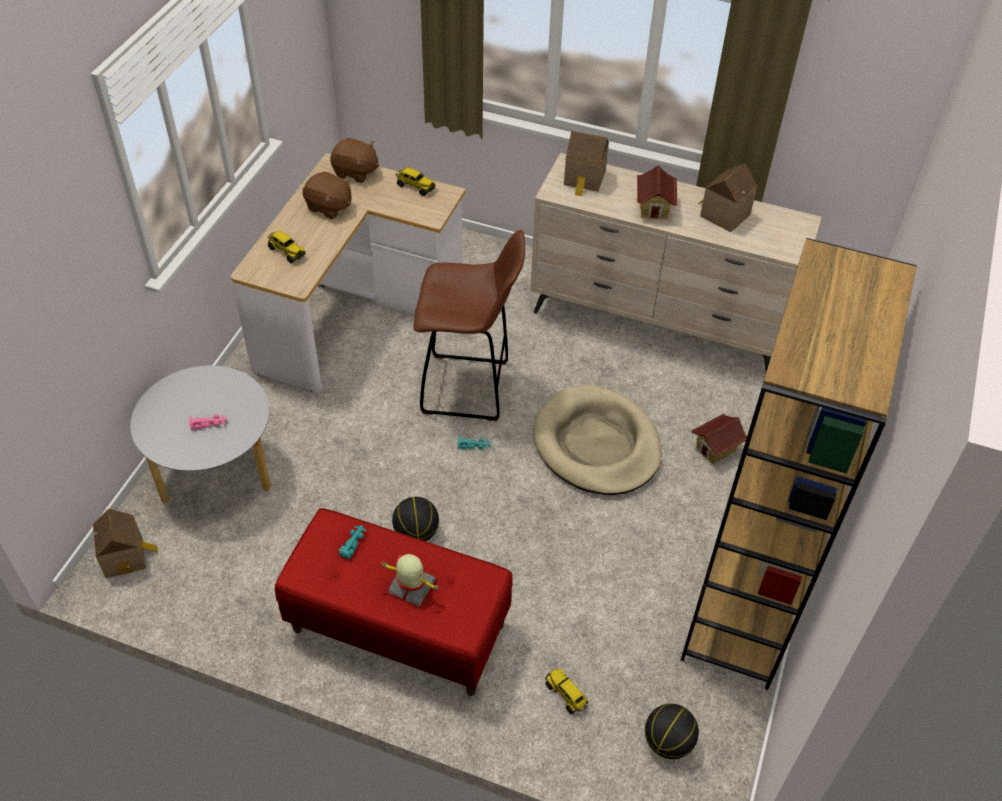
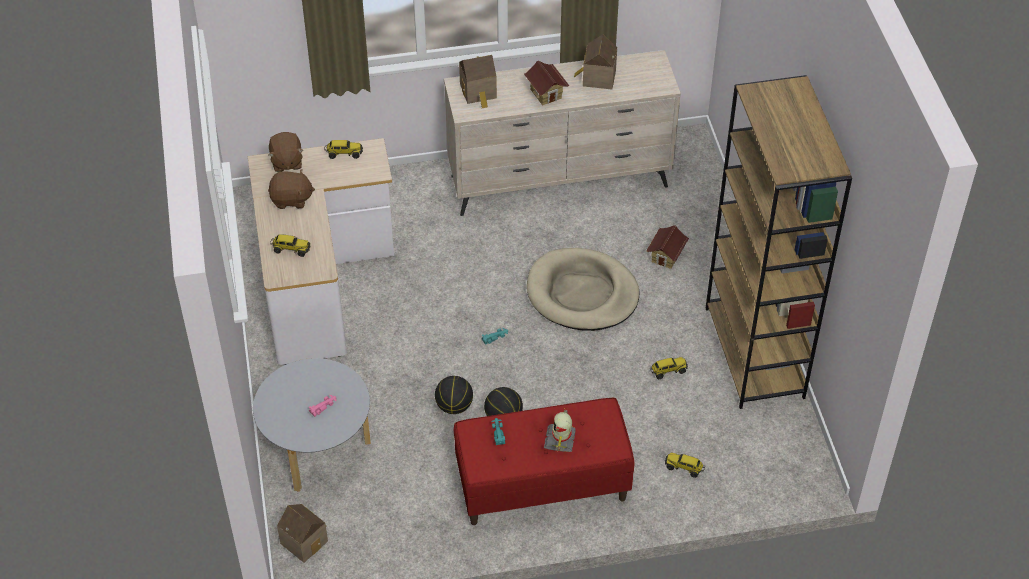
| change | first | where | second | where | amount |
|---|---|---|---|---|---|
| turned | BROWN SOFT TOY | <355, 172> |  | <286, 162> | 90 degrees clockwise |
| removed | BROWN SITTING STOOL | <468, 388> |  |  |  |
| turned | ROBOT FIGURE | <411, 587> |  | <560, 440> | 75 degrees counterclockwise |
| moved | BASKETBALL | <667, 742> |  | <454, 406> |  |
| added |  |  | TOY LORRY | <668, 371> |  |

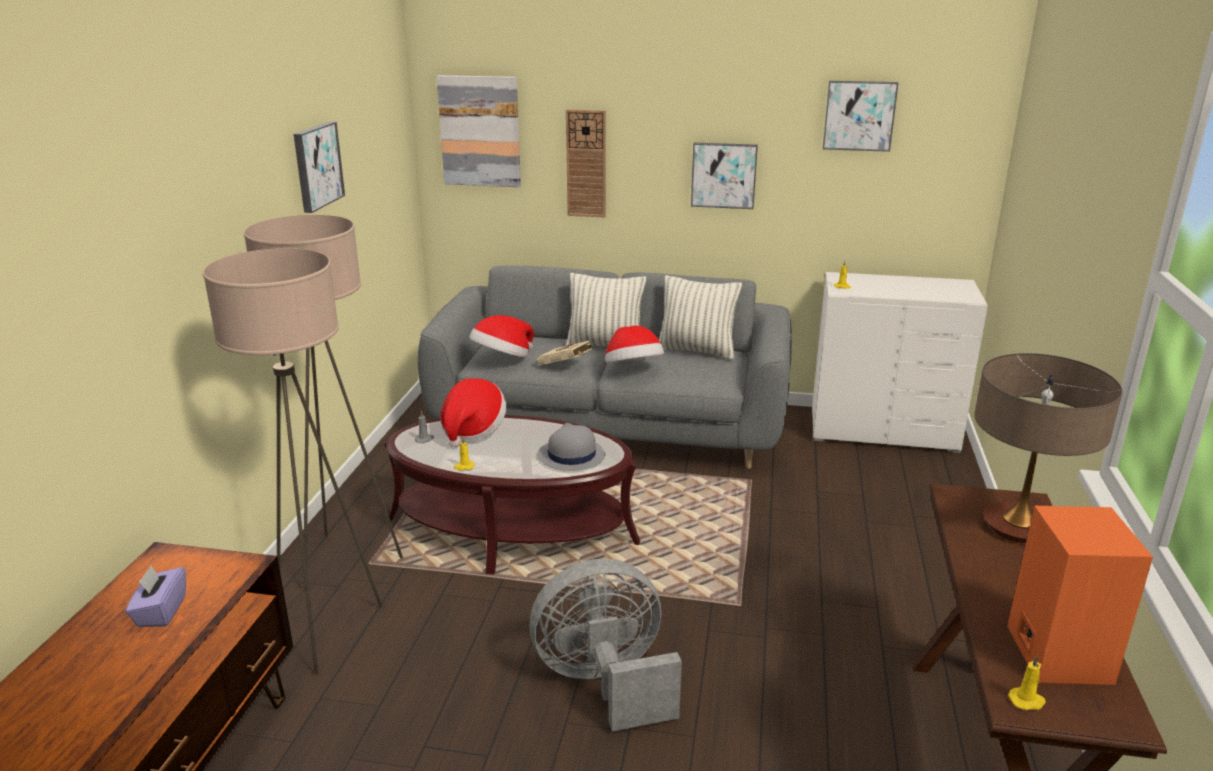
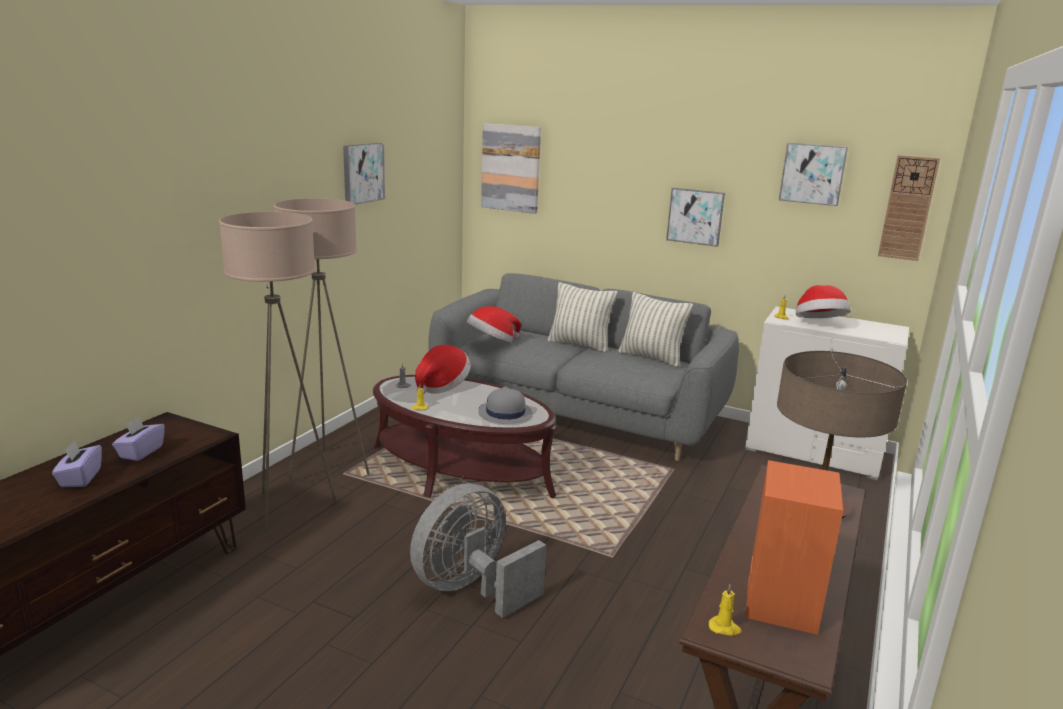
| change | first | where | second | where | amount |
|---|---|---|---|---|---|
| moved | WALL CLOCK | <586, 164> |  | <908, 208> |  |
| moved | WEARABLE HAT | <633, 370> |  | <819, 324> |  |
| removed | BEIGE-COLOURED BOUND BOOK | <566, 366> |  |  |  |
| turned | GREY ELECTRIC FAN | <605, 683> |  | <471, 589> | 45 degrees counterclockwise |
| added |  |  | PURPLISH BOX OF TISSUES | <80, 478> |  |

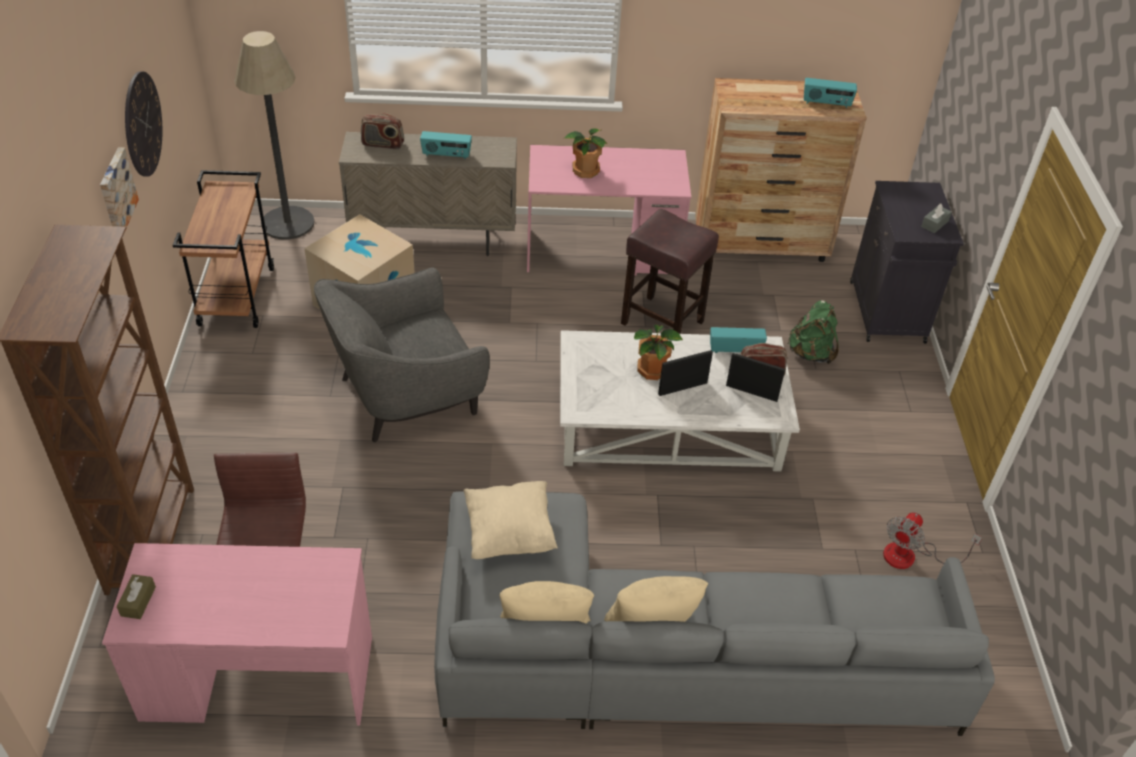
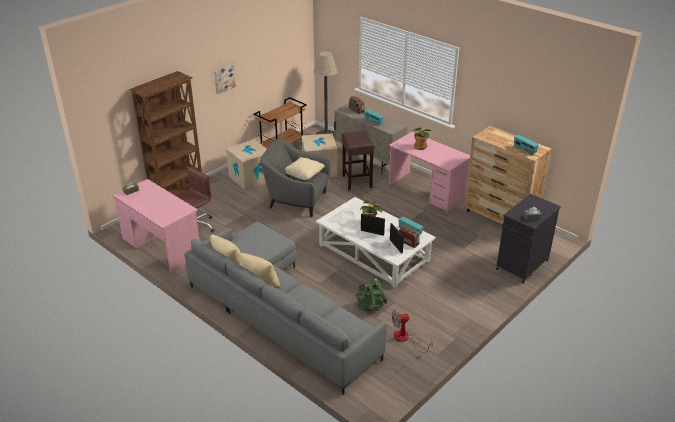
| change | first | where | second | where | amount |
|---|---|---|---|---|---|
| removed | WALL CLOCK | <142, 124> |  |  |  |
| moved | BROWN SITTING STOOL | <661, 322> |  | <356, 181> |  |
| moved | GREEN BACKPACK | <811, 353> |  | <370, 306> |  |
| moved | BEIGE-COLOURED PILLOW | <509, 534> |  | <304, 175> |  |
| added |  |  | CARDBOARD BOX | <250, 178> |  |

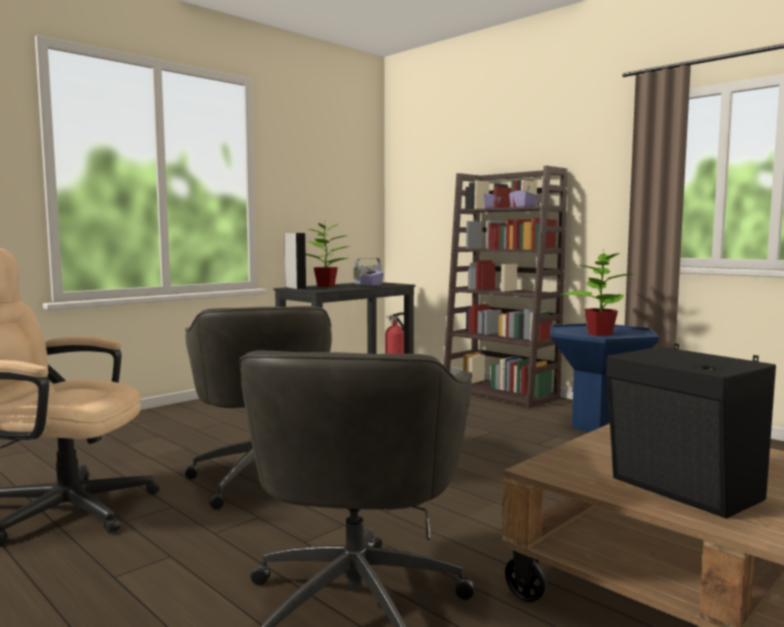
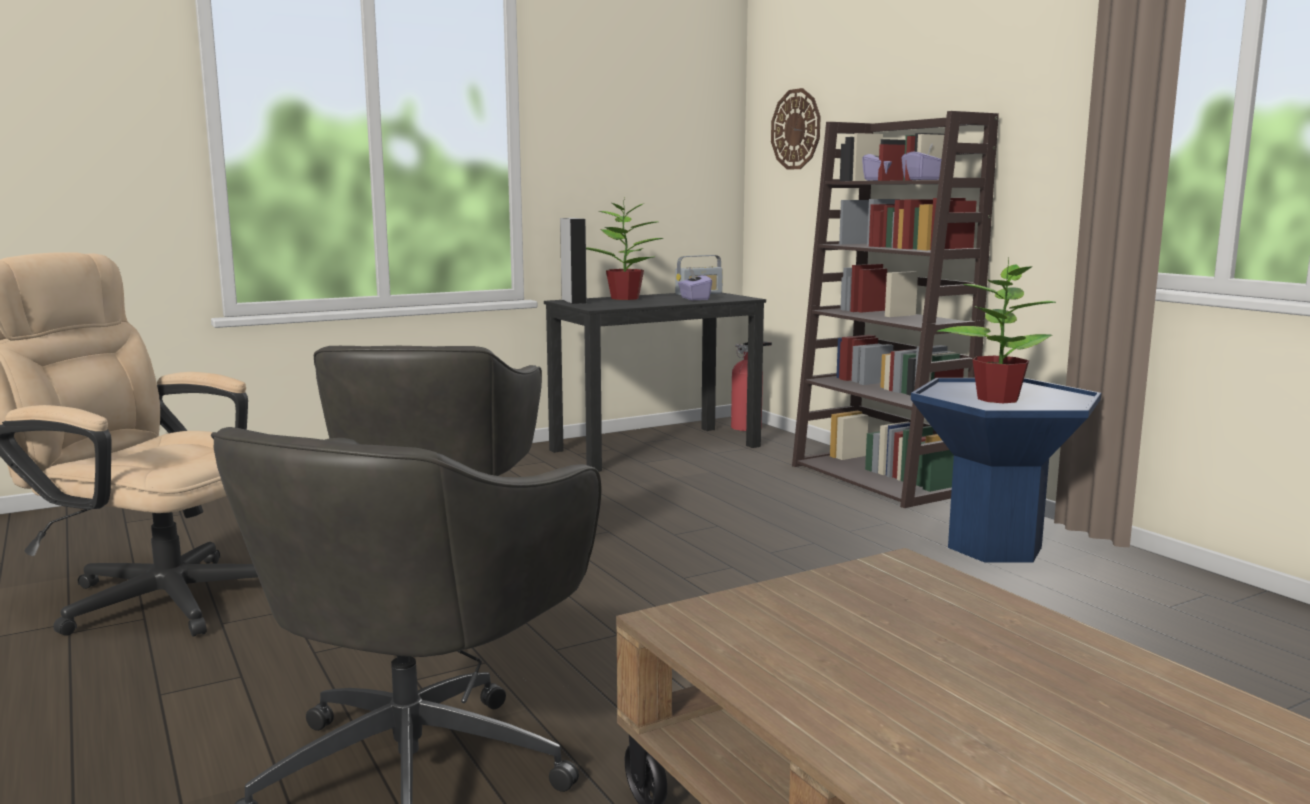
| change | first | where | second | where | amount |
|---|---|---|---|---|---|
| removed | BLACK AUDIO SPEAKER | <684, 491> |  |  |  |
| added |  |  | WALL CLOCK | <796, 129> |  |

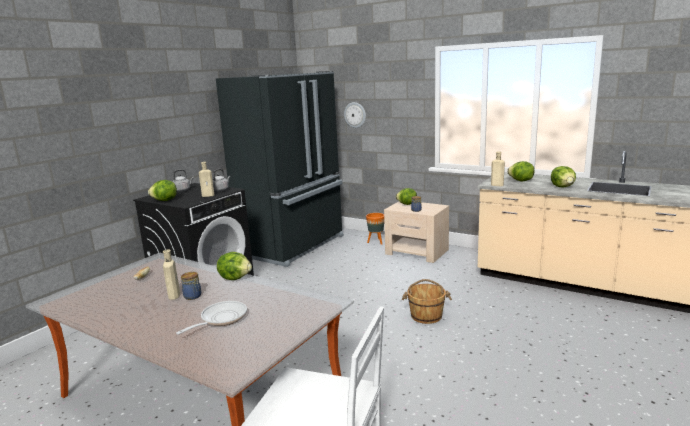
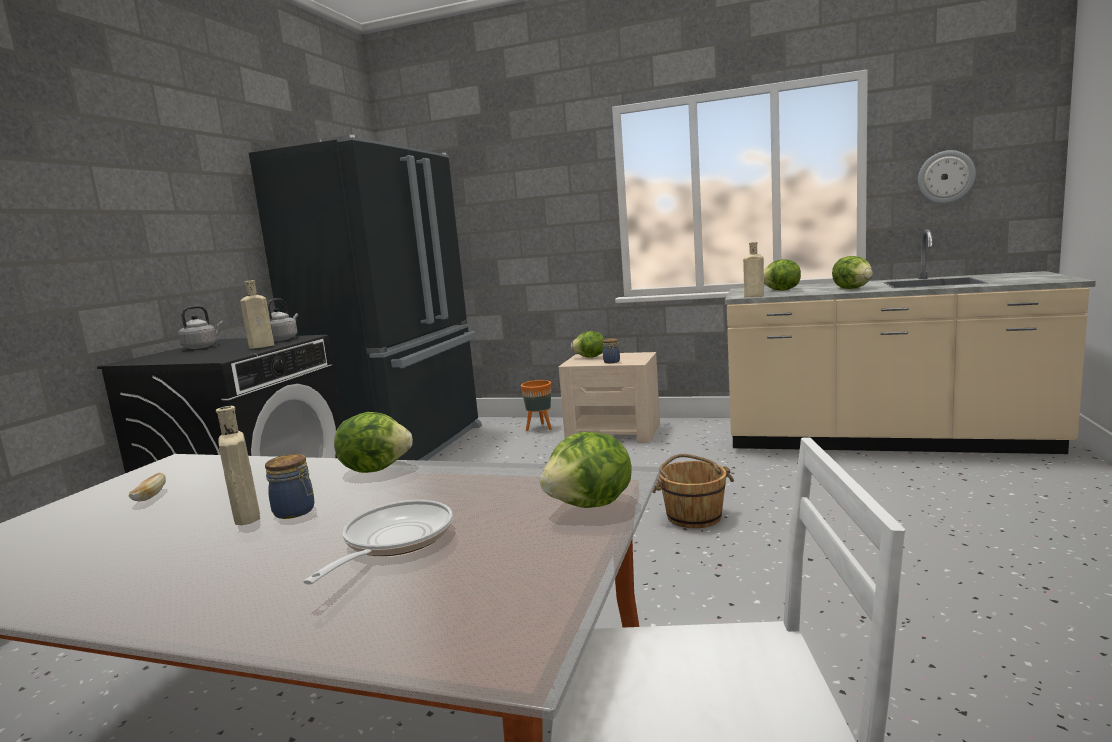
| change | first | where | second | where | amount |
|---|---|---|---|---|---|
| moved | WALL CLOCK | <355, 115> |  | <945, 177> |  |
| moved | HEAD OF LETTUCE | <165, 201> |  | <591, 505> |  |

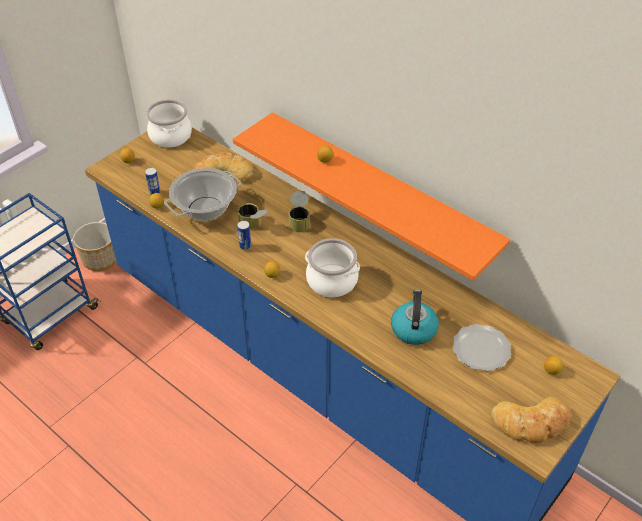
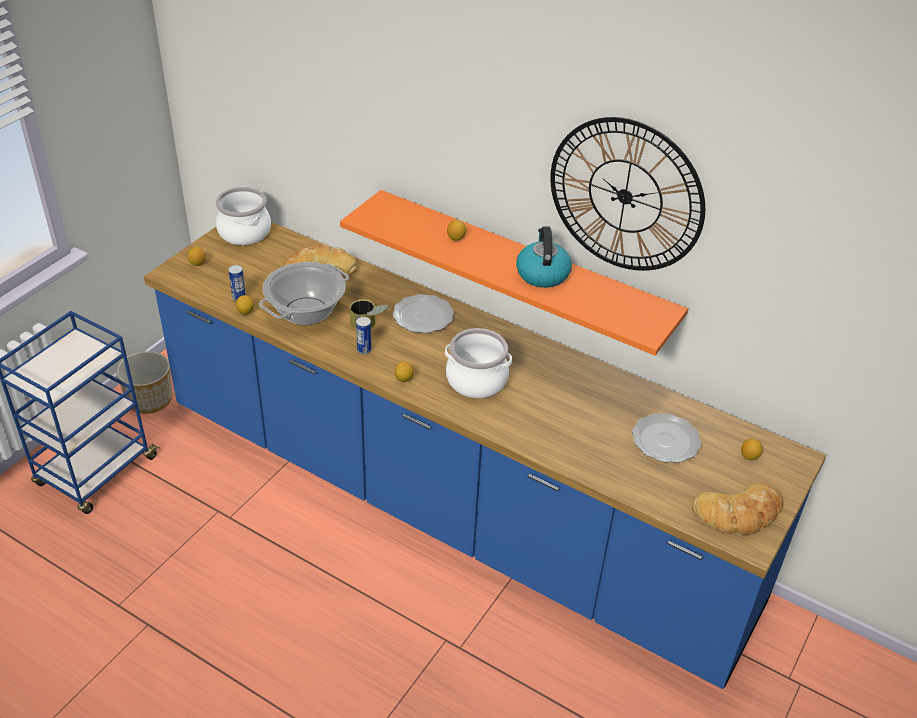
| change | first | where | second | where | amount |
|---|---|---|---|---|---|
| replaced | SEALED CAN | <299, 220> | DINNER PLATE | <423, 316> |  |
| moved | KETTLE | <413, 328> |  | <542, 273> |  |
| added |  |  | WALL CLOCK | <625, 196> |  |

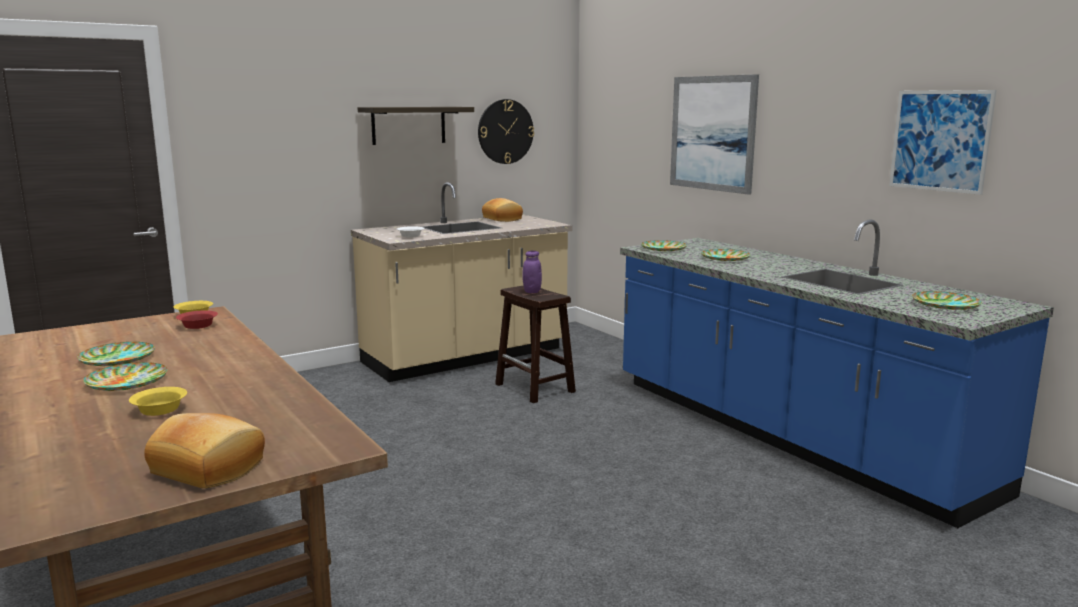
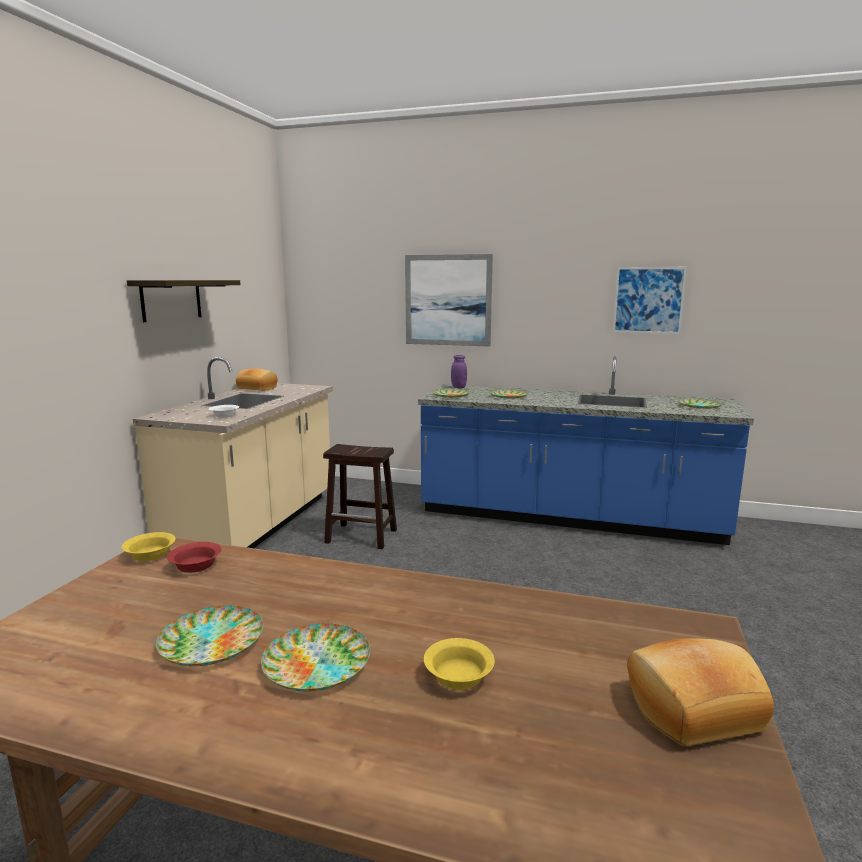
| change | first | where | second | where | amount |
|---|---|---|---|---|---|
| removed | WALL CLOCK | <505, 131> |  |  |  |
| moved | PURPLISH PRESERVE JAR | <532, 292> |  | <458, 387> |  |

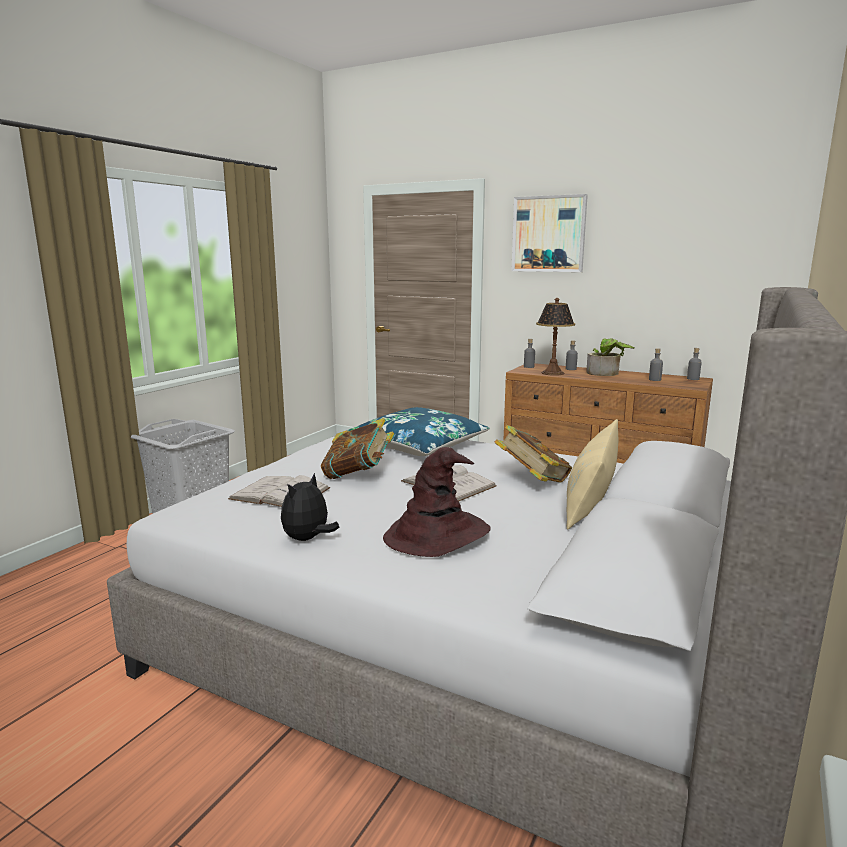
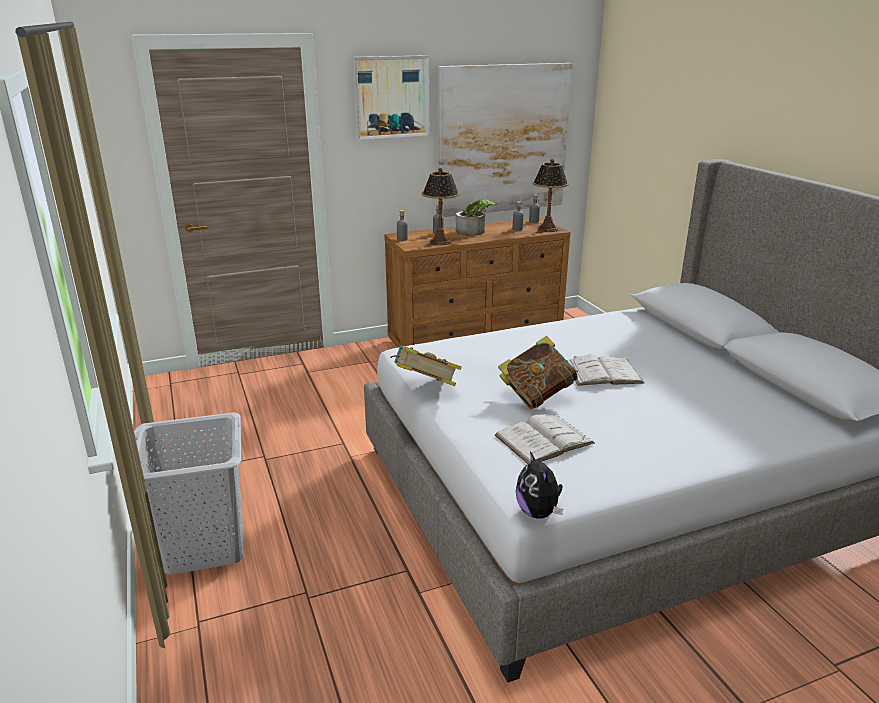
| change | first | where | second | where | amount |
|---|---|---|---|---|---|
| removed | BLUE PILLOW | <419, 445> |  |  |  |
| removed | BEIGE-COLOURED PILLOW | <590, 501> |  |  |  |
| moved | BOUND BOOK | <532, 481> |  | <425, 388> |  |
| removed | BROWN WEARABLE HAT | <437, 535> |  |  |  |
| moved | SOFT TOY | <308, 539> |  | <538, 512> |  |
| added |  |  | PICTURE | <503, 140> |  |
| added |  |  | TABLETOP LAMP | <547, 229> |  |

